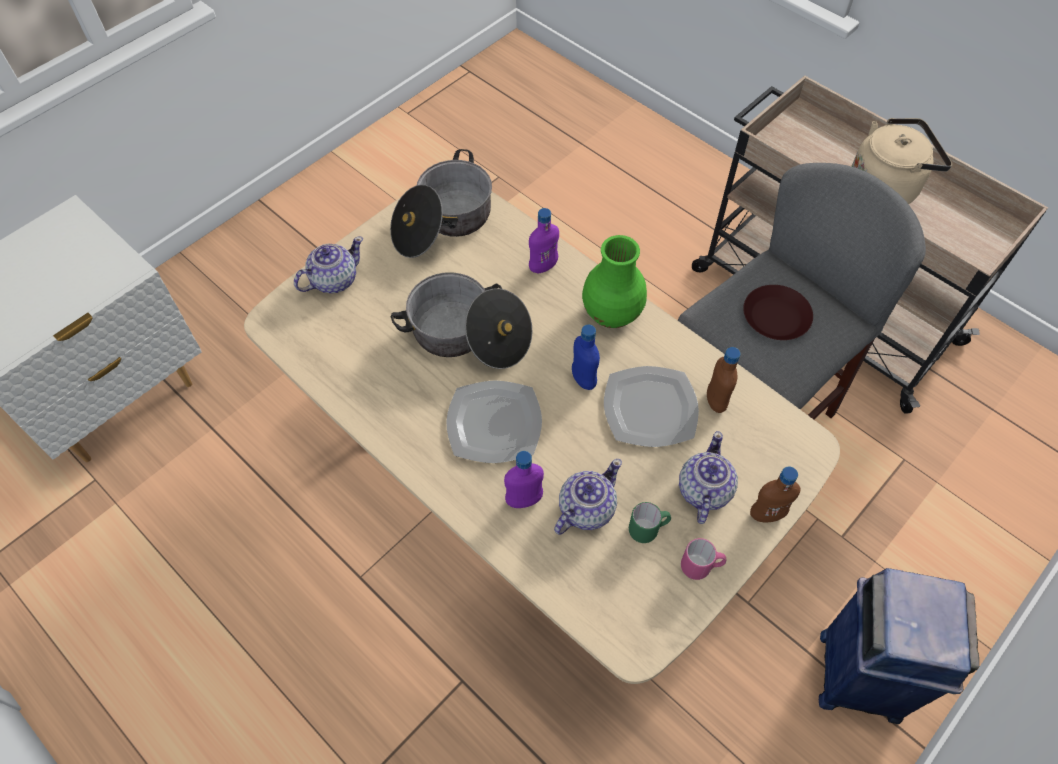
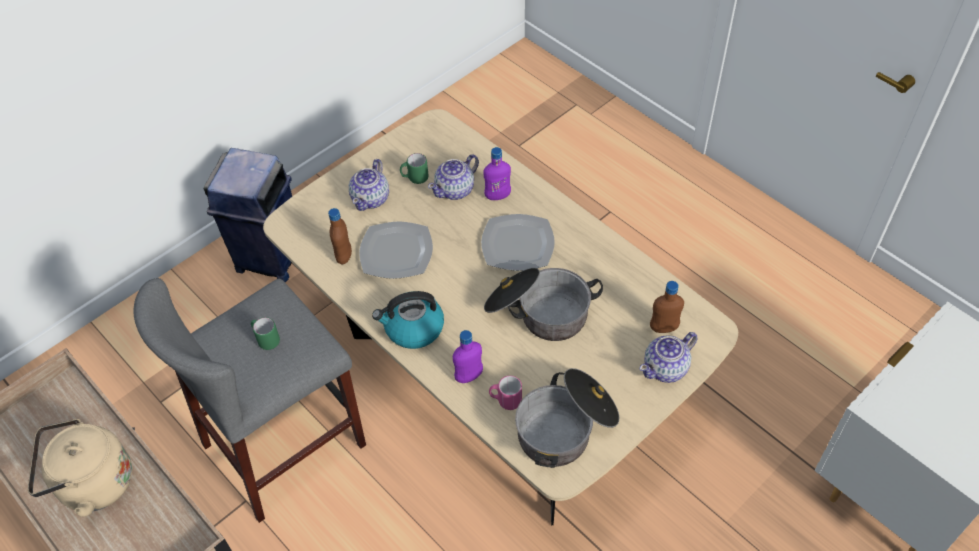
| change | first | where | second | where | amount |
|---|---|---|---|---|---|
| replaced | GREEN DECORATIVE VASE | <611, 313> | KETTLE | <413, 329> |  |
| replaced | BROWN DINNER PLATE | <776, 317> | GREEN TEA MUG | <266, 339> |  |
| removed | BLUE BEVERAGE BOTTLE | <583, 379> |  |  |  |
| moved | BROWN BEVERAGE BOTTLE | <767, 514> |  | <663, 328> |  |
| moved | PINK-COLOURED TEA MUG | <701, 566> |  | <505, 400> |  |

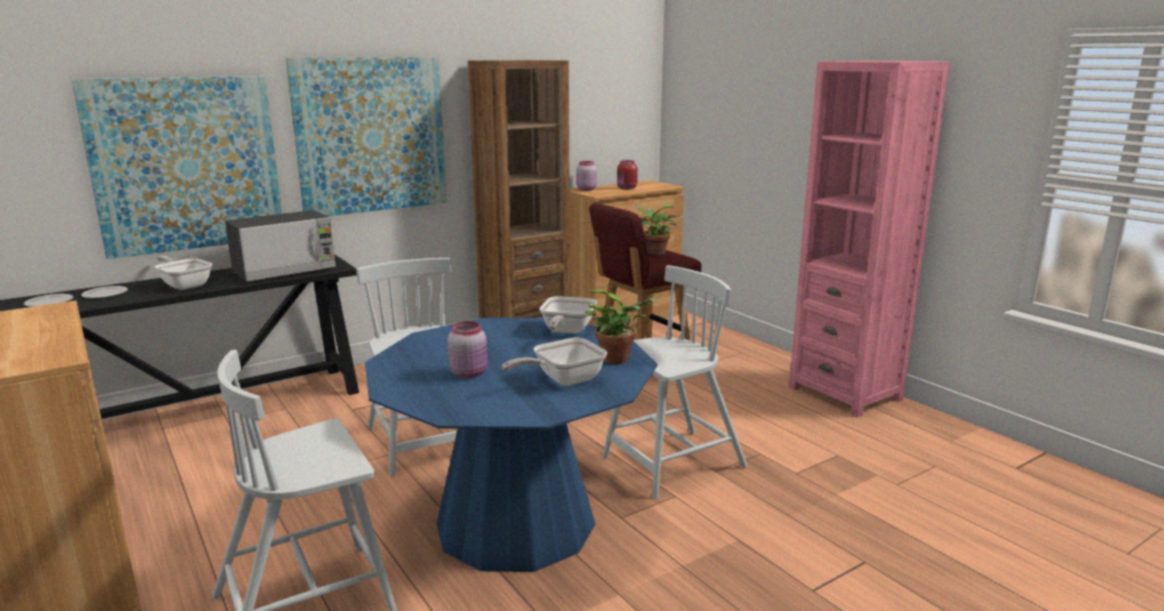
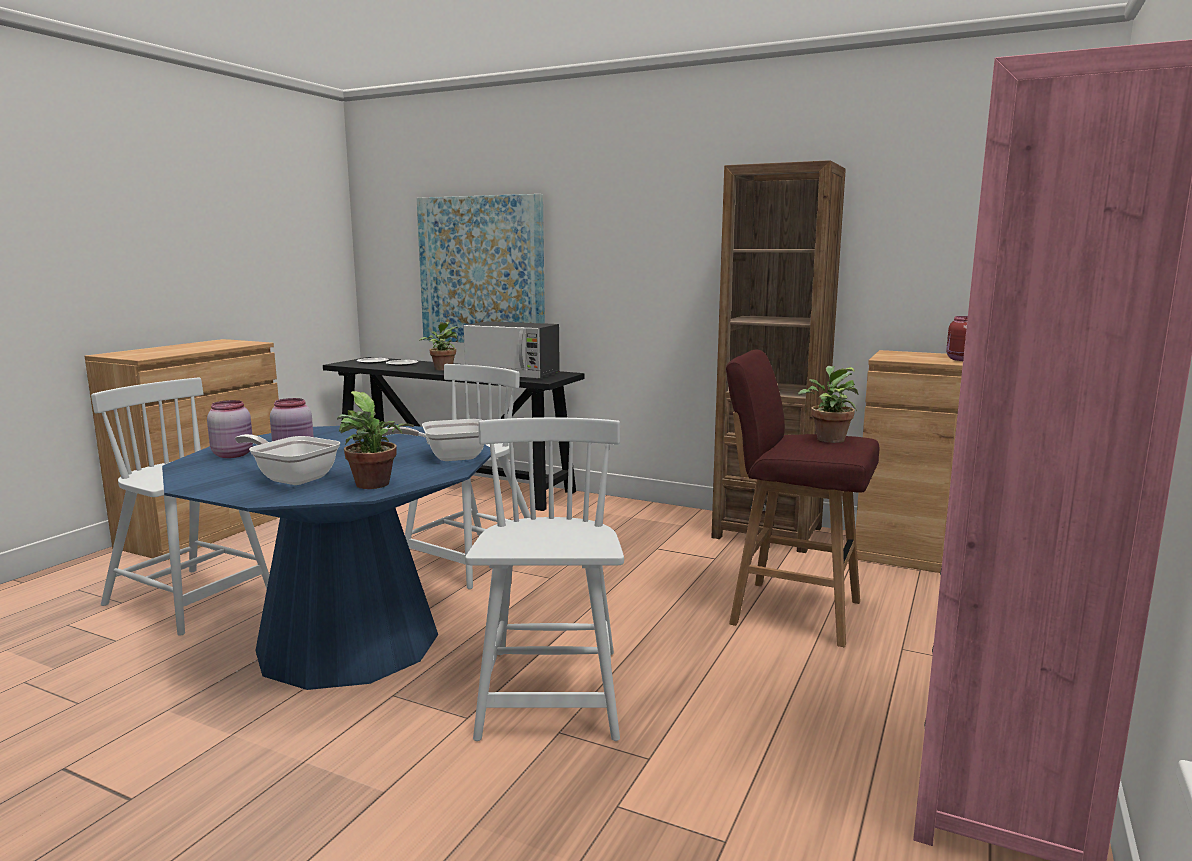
| change | first | where | second | where | amount |
|---|---|---|---|---|---|
| removed | PICTURE | <371, 135> |  |  |  |
| moved | PINK-COLOURED PRESERVE JAR | <586, 189> |  | <234, 454> |  |
| replaced | PAN | <185, 285> | POTTED PLANT | <443, 368> |  |
| turned | WHITE-COLOURED CHAIR | <672, 463> |  | <551, 695> | 120 degrees counterclockwise |

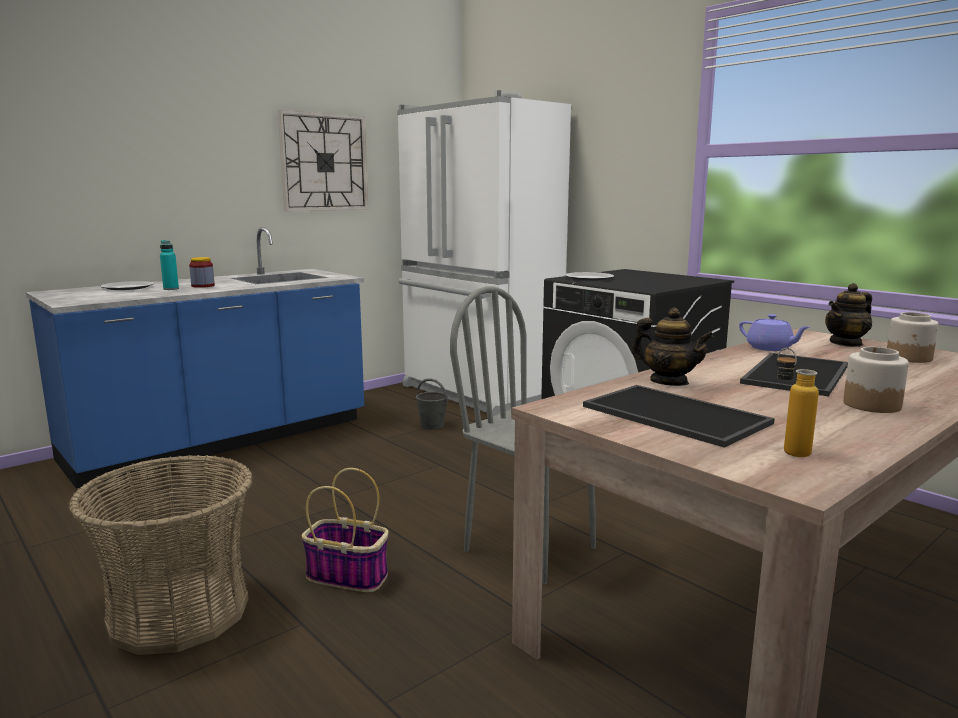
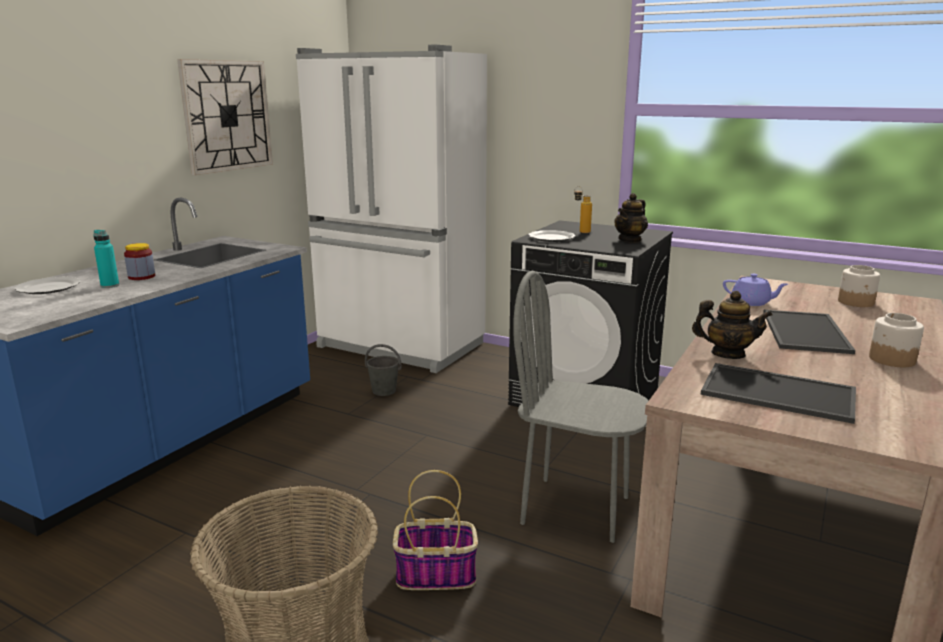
| change | first | where | second | where | amount |
|---|---|---|---|---|---|
| moved | TEAPOT | <846, 343> |  | <630, 240> |  |
| moved | BEVERAGE BOTTLE | <788, 450> |  | <581, 231> |  |

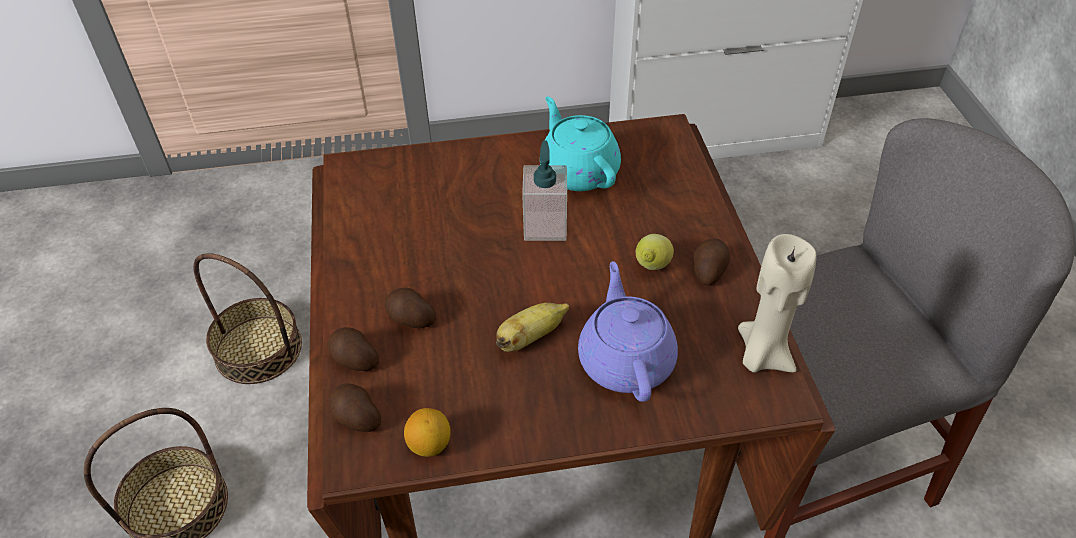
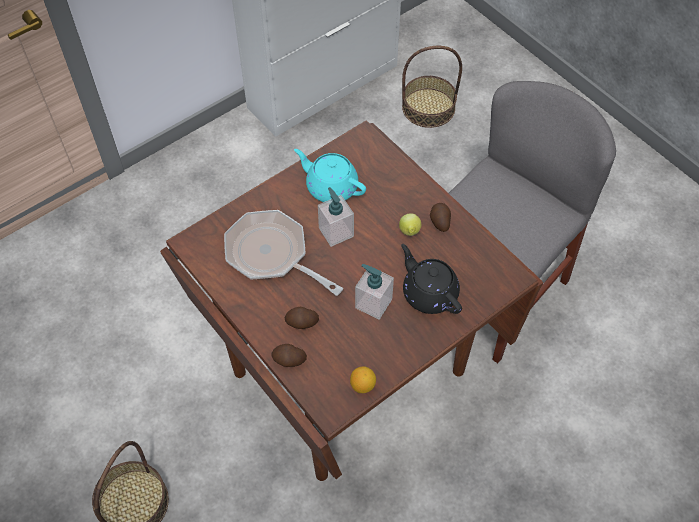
| change | first | where | second | where | amount |
|---|---|---|---|---|---|
| removed | BEIGE-COLOURED CANDLE | <762, 355> |  |  |  |
| moved | STORAGE BASKET | <259, 349> |  | <428, 107> |  |
| recoloured | PURPLISH TEAPOT | <625, 359> | BLACK TEAPOT | <429, 293> |  |
| replaced | BANANA | <530, 337> | SOAP BOTTLE | <373, 303> |  |
| removed | SPUD | <356, 418> |  |  |  |
| added |  |  | PAN | <272, 255> |  |

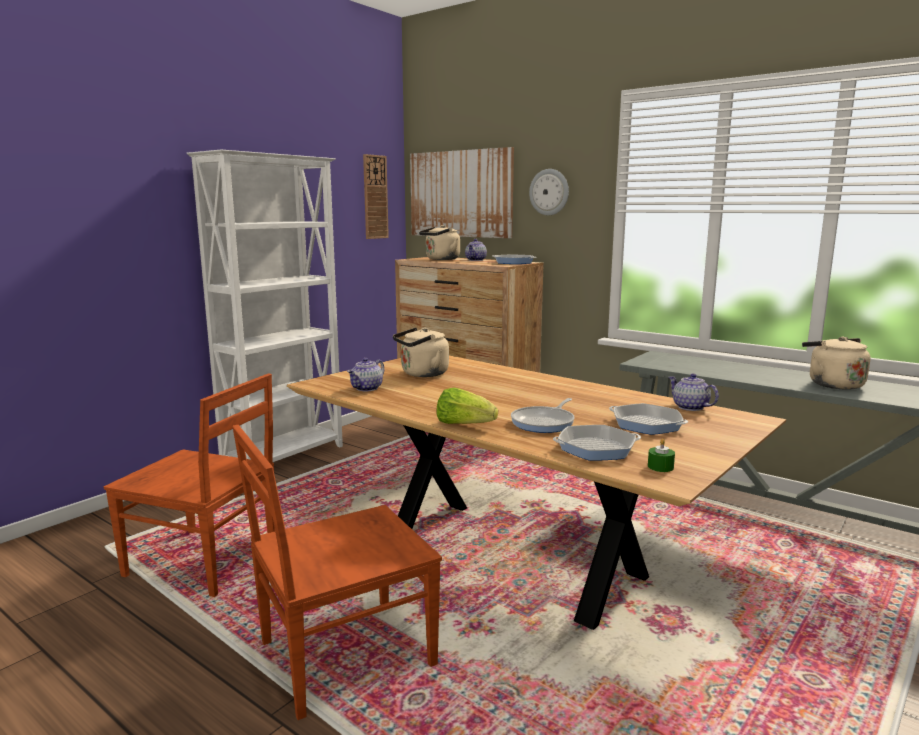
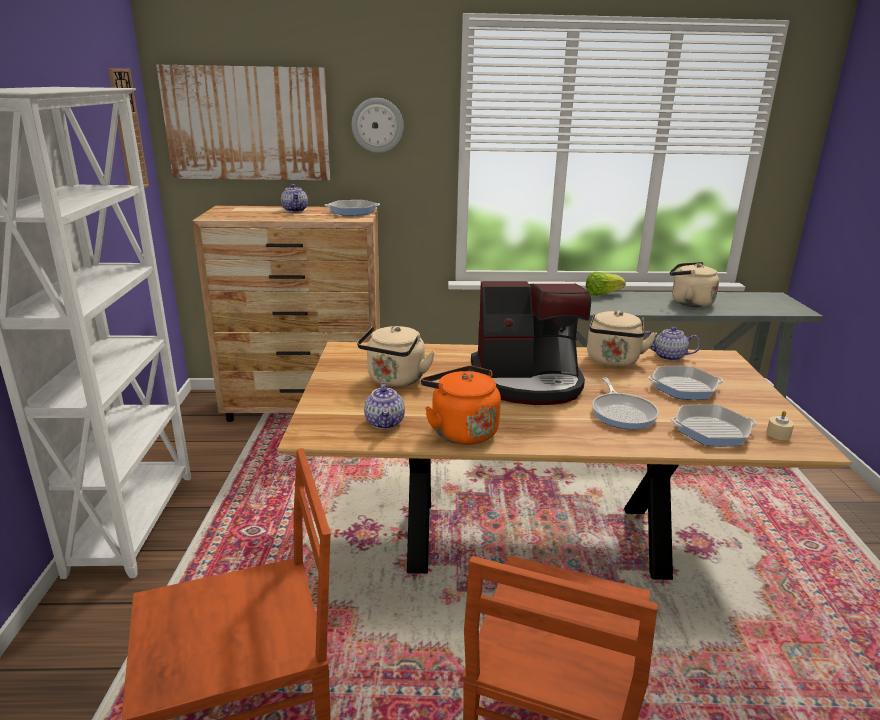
| change | first | where | second | where | amount |
|---|---|---|---|---|---|
| moved | BEIGE-COLOURED KETTLE | <441, 259> |  | <613, 361> |  |
| moved | HEAD OF LETTUCE | <464, 424> |  | <602, 294> |  |
| turned | PAN | <596, 448> |  | <711, 431> | 135 degrees counterclockwise |
| recoloured | GREEN CANDLE | <660, 467> | BEIGE-COLOURED CANDLE | <778, 434> |  |
| added |  |  | COFFEE MACHINE | <527, 382> |  |
| added |  |  | ORANGE-COLOURED KETTLE | <461, 431> |  |

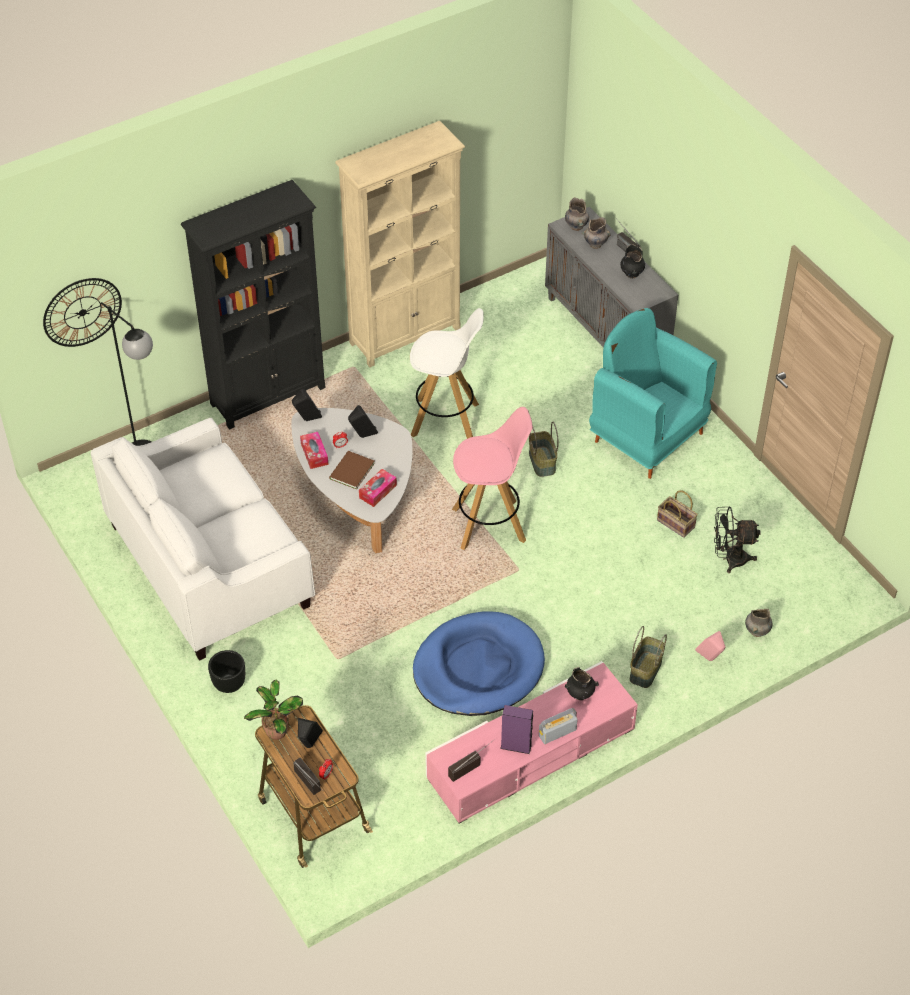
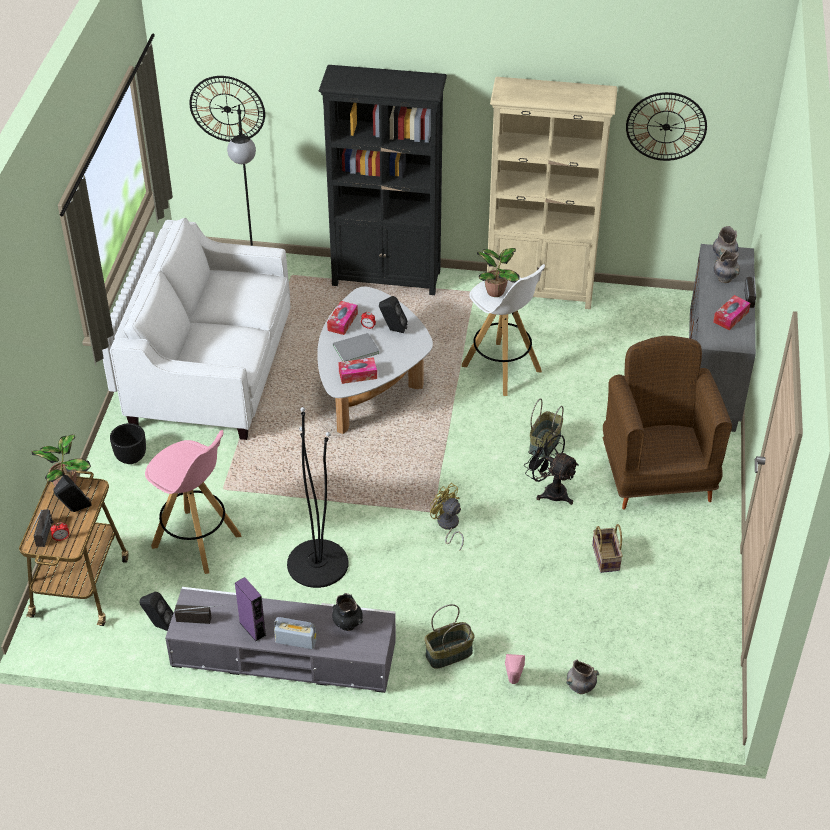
| change | first | where | second | where | amount |
|---|---|---|---|---|---|
| replaced | BLACK DECORATIVE VASE | <632, 274> | BOX OF TISSUES | <730, 317> |  |
| recoloured | TURQUOISE EASY CHAIR | <646, 436> | BROWN EASY CHAIR | <657, 475> |  |
| moved | BLACK AUDIO SPEAKER | <307, 419> |  | <159, 625> |  |
| moved | PINK-COLOURED SITTING STOOL | <490, 525> |  | <197, 541> |  |
| recoloured | BROWN BOUND BOOK | <350, 471> | GREY BOUND BOOK | <354, 349> |  |
| moved | BLACK ELECTRIC FAN | <729, 559> |  | <550, 491> |  |
| replaced | BLUE DOG BED | <478, 668> | BLACK STANDARD LAMP | <317, 563> |  |
| recoloured | PINK-COLOURED MEDIA CONSOLE | <531, 753> | GREY MEDIA CONSOLE | <284, 654> |  |
| added |  |  | WALL CLOCK | <666, 126> |  |
| added |  |  | POTTED PLANT | <496, 291> |  |
| added |  |  | YELLOW ELECTRIC FAN | <448, 526> |  |

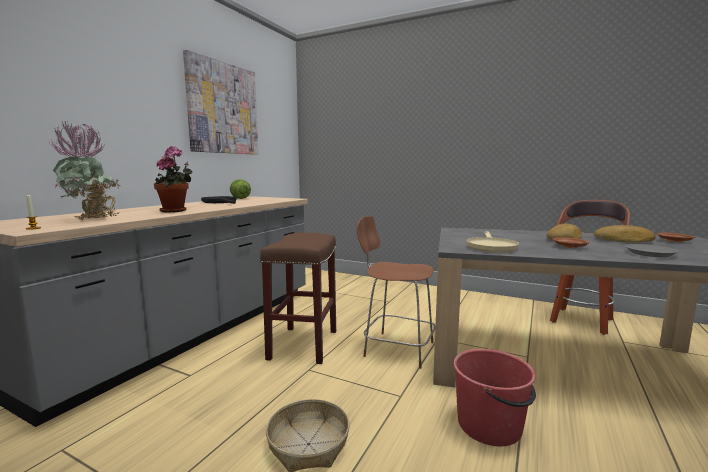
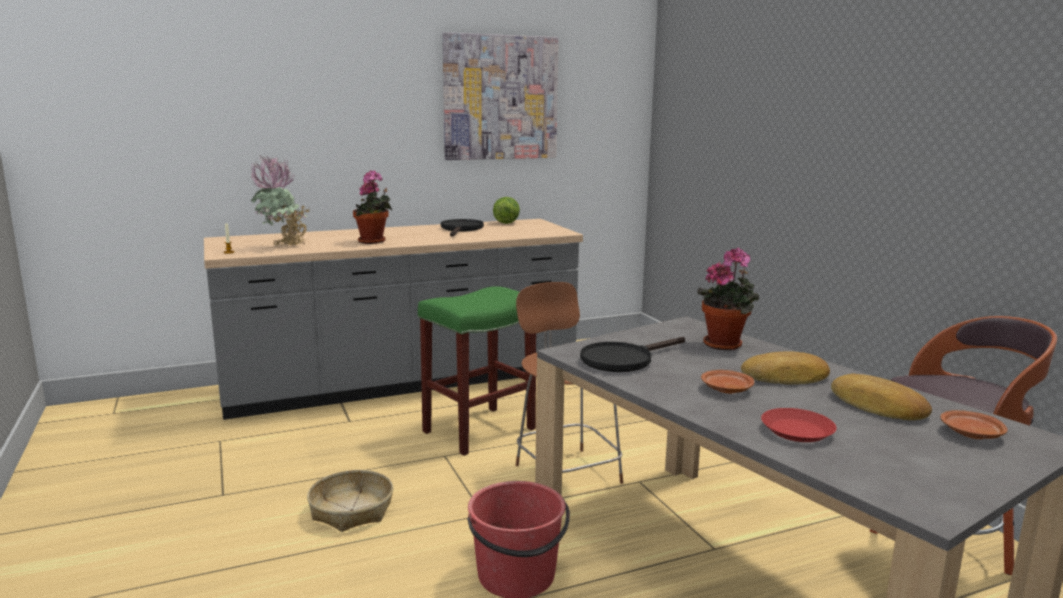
| change | first | where | second | where | amount |
|---|---|---|---|---|---|
| recoloured | BEIGE-COLOURED PAN | <490, 246> | BLACK PAN | <623, 359> |  |
| recoloured | BROWN SITTING STOOL | <303, 344> | GREEN SITTING STOOL | <480, 429> |  |
| recoloured | GREY DINNER PLATE | <649, 254> | RED-COLOURED DINNER PLATE | <796, 430> |  |
| added |  |  | POTTED PLANT | <725, 344> |  |

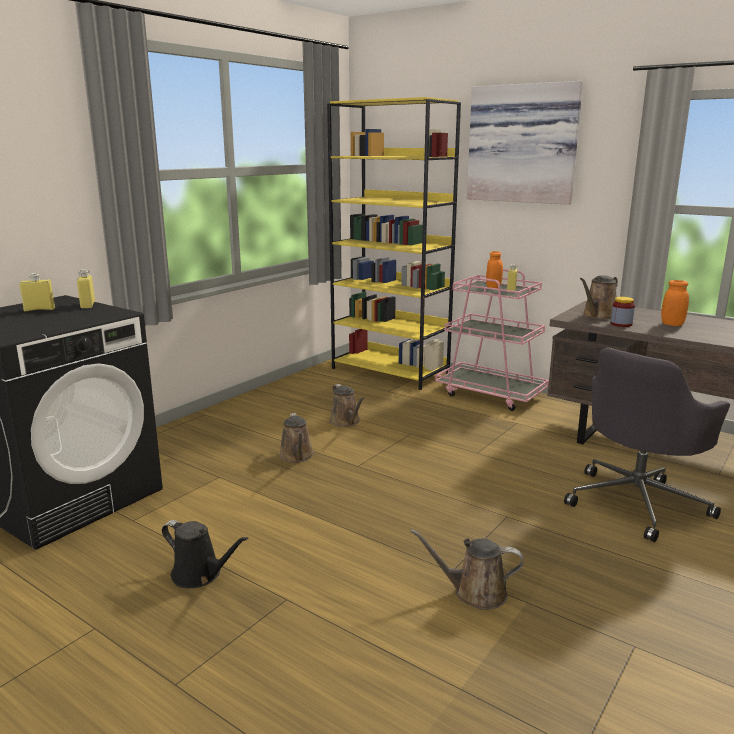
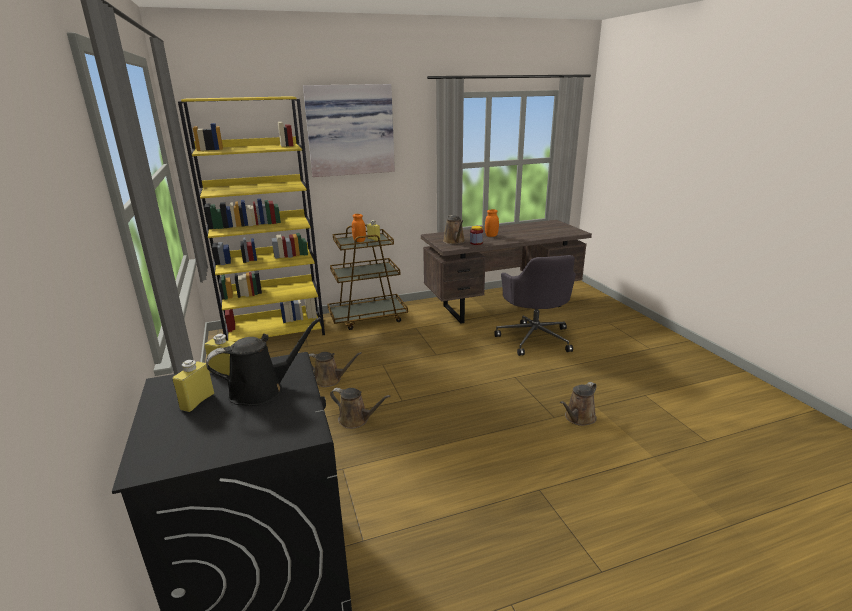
| change | first | where | second | where | amount |
|---|---|---|---|---|---|
| recoloured | PINK-COLOURED TROLLEY | <490, 394> | BROWN TROLLEY | <368, 318> |  |
| moved | BLACK WATERING POT | <200, 574> |  | <262, 390> |  |

